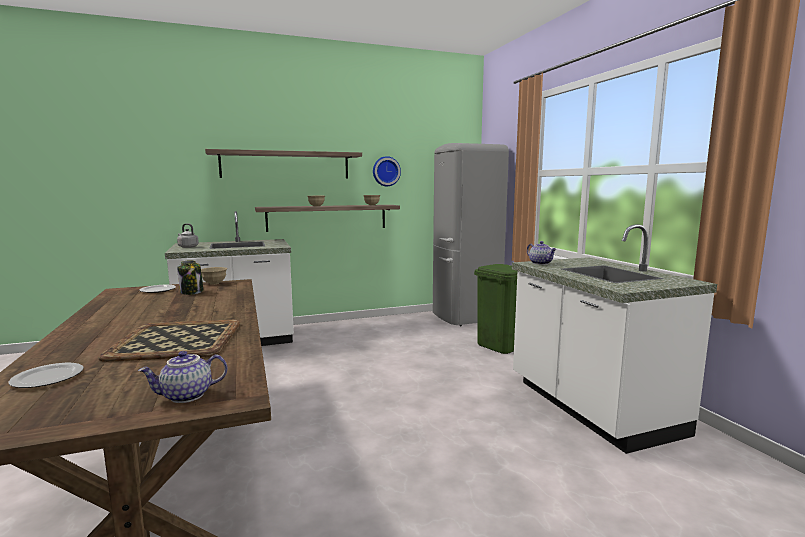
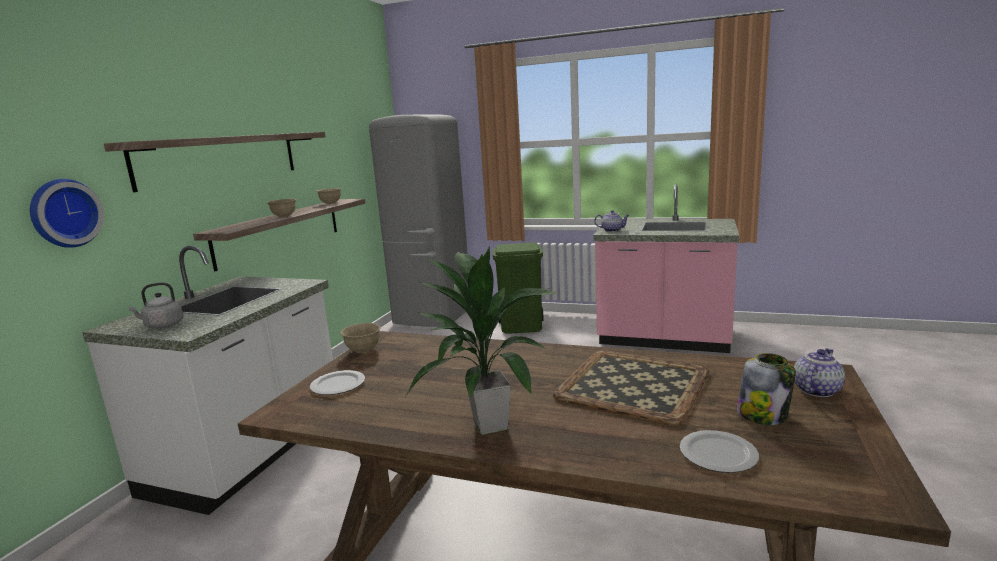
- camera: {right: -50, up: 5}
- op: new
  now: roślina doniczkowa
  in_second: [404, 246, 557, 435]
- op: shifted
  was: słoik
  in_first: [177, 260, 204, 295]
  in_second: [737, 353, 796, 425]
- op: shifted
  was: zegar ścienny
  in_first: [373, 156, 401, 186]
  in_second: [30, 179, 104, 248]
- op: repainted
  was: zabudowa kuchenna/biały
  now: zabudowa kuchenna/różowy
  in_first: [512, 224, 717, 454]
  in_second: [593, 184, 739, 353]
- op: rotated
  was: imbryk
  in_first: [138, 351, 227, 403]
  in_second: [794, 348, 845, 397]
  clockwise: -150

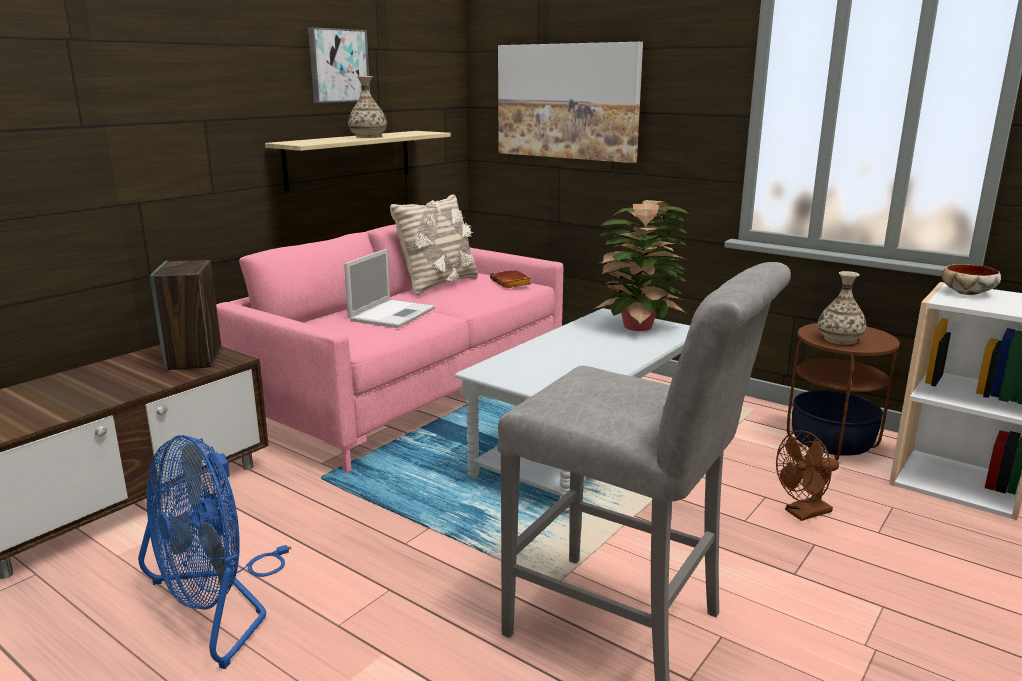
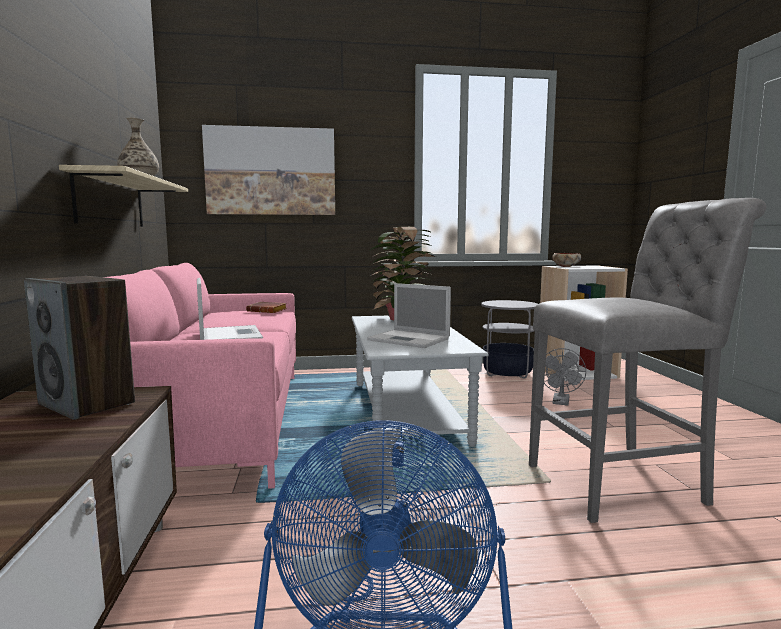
- camera: {right: -45, up: -10}
- op: gone
  was: obraz
  in_first: [308, 27, 370, 103]
- op: gone
  was: poduszka/beżowy
  in_first: [390, 195, 478, 295]
- op: gone
  was: wazon
  in_first: [818, 271, 866, 345]
- op: new
  now: laptop
  in_second: [367, 283, 451, 348]
- op: repainted
  was: wentylator/brązowy
  now: wentylator/szary
  in_first: [776, 430, 839, 521]
  in_second: [544, 348, 586, 406]
- op: repainted
  was: stolik/brązowy
  now: stolik/szary
  in_first: [787, 323, 900, 461]
  in_second: [481, 300, 538, 379]

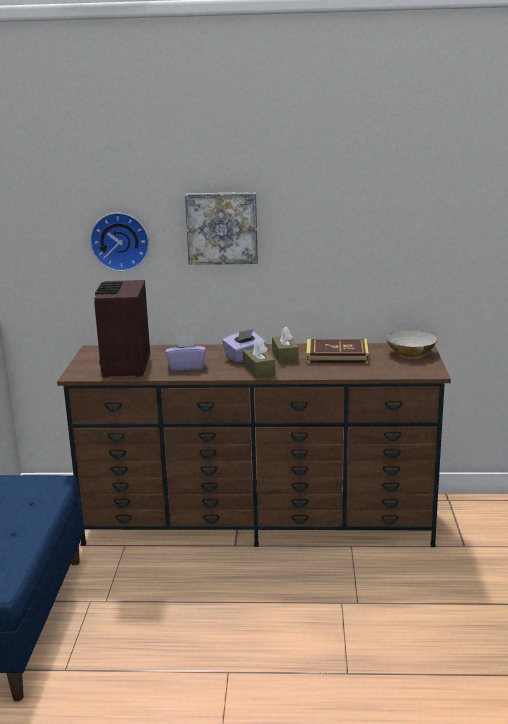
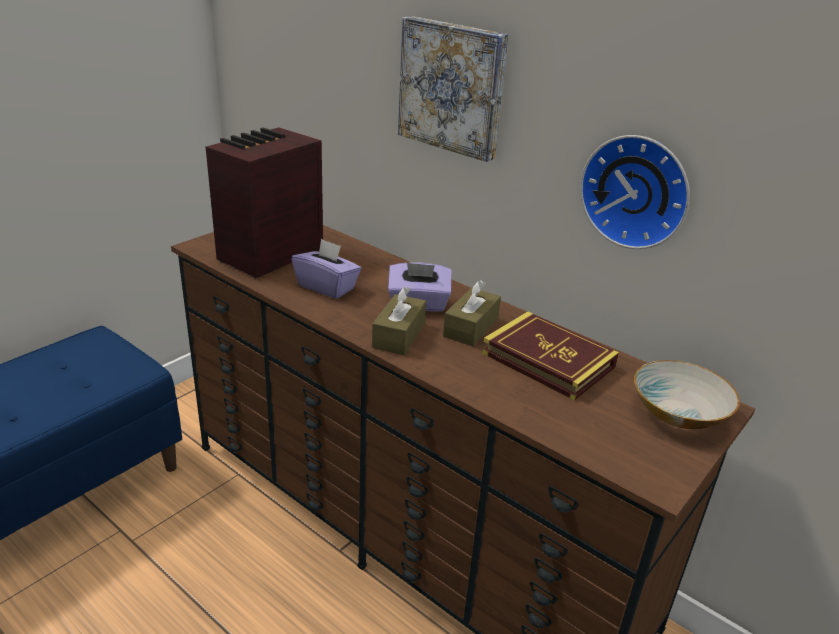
- camera: {right: 35, up: 10}
- op: shifted
  was: zegar ścienny
  in_first: [90, 213, 149, 272]
  in_second: [580, 135, 690, 249]

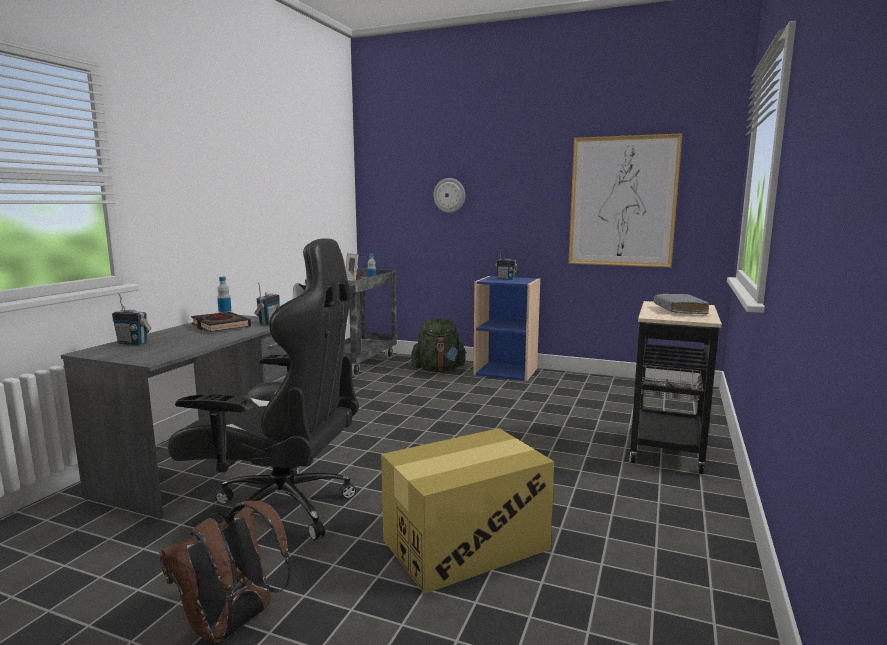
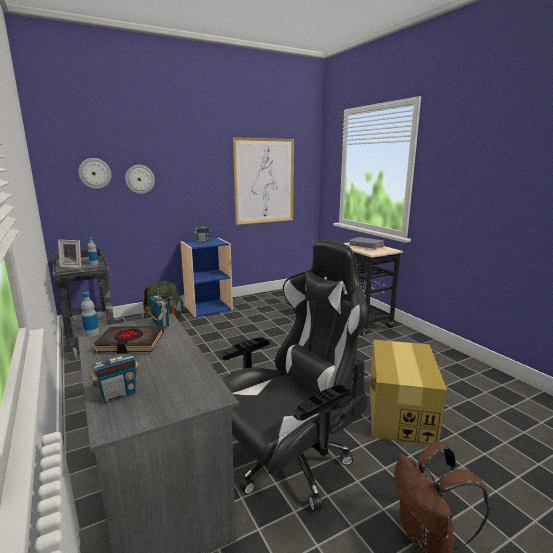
- camera: {right: -50, up: 5}
- op: new
  now: zegar ścienny
  in_second: [78, 158, 111, 189]

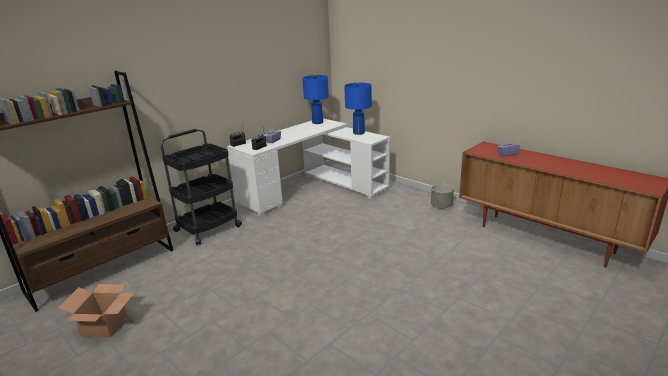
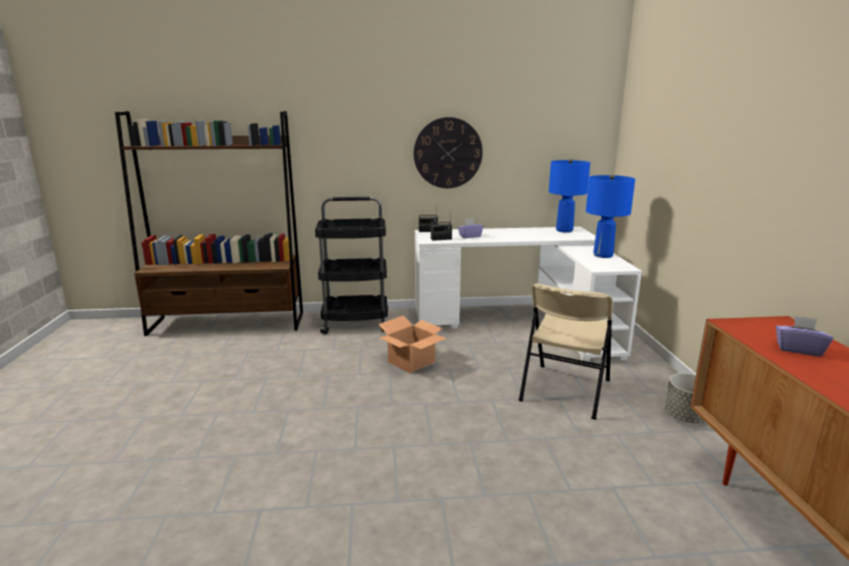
- camera: {right: 40, up: -5}
- op: new
  now: zegar ścienny
  in_second: [414, 117, 483, 188]
- op: new
  now: krzesło/beżowy
  in_second: [518, 284, 613, 420]
- op: shifted
  was: karton
  in_first: [58, 284, 135, 338]
  in_second: [378, 315, 447, 373]

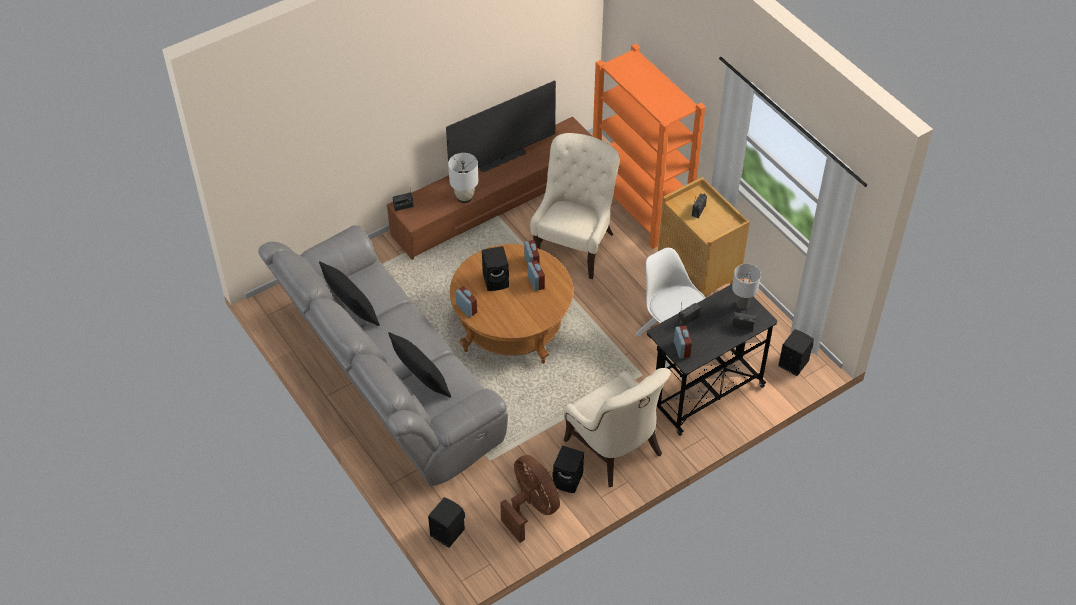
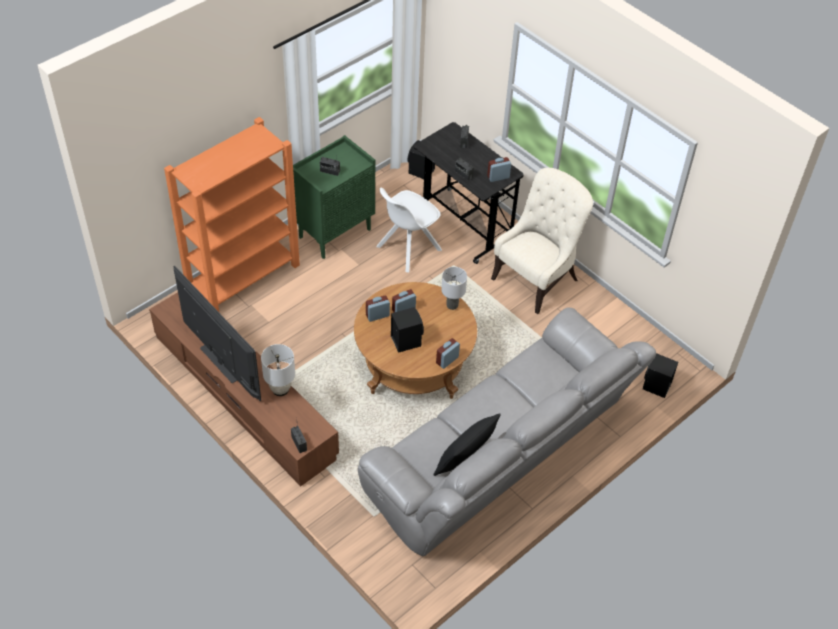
- camera: {right: -100, up: 0}
- op: gone
  was: poduszka/czarny
  in_first: [388, 332, 451, 398]
- op: gone
  was: wentylator/brązowy
  in_first: [500, 455, 560, 543]
- op: gone
  was: fotel/beżowy
  in_first: [530, 133, 620, 279]
- op: gone
  was: głośnik/czarny
  in_first: [553, 445, 584, 493]
- op: shifted
  was: lampa stołowa/biały
  in_first: [732, 263, 761, 309]
  in_second: [441, 267, 467, 310]
- op: repainted
  was: szafka/brązowy
  now: szafka/zielony
  in_first: [658, 177, 750, 298]
  in_second: [293, 135, 375, 259]

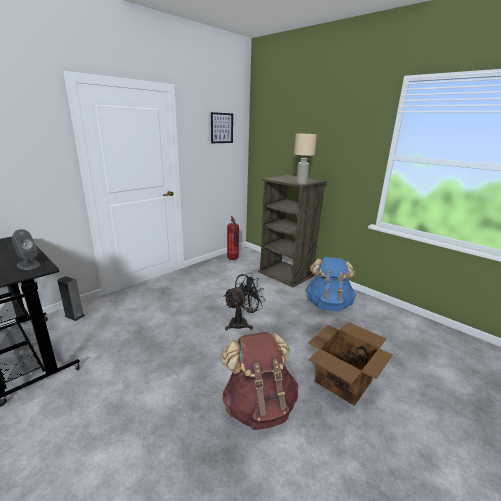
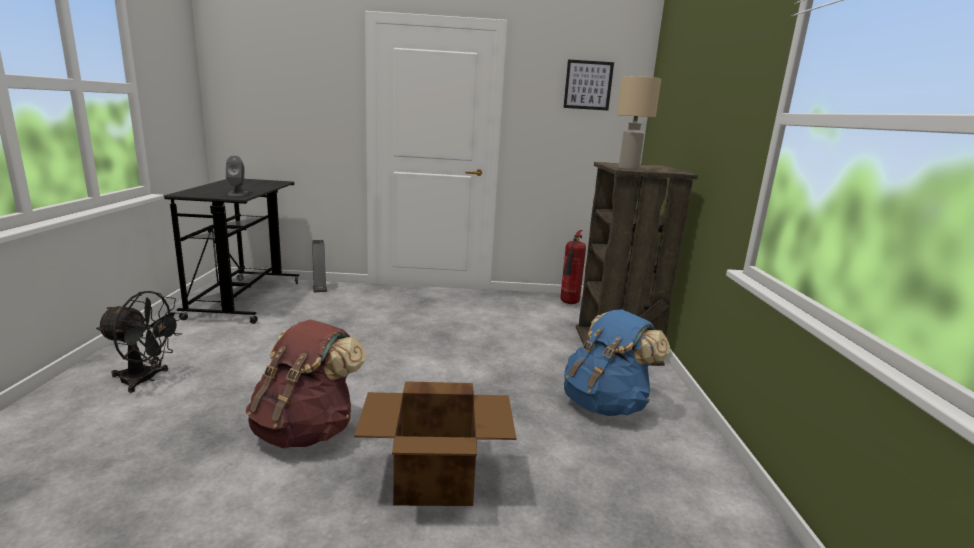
- camera: {right: 45, up: -5}
- op: shifted
  was: wentylator/czarny
  in_first: [224, 273, 266, 331]
  in_second: [96, 291, 184, 393]

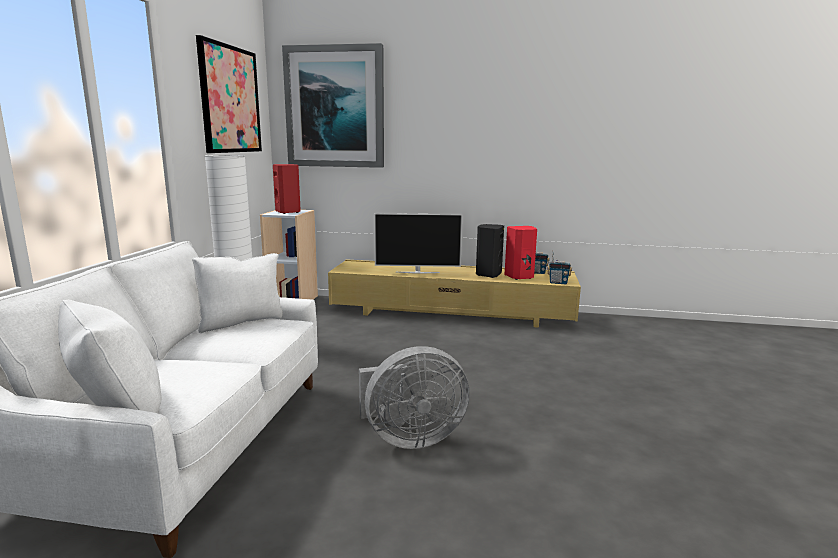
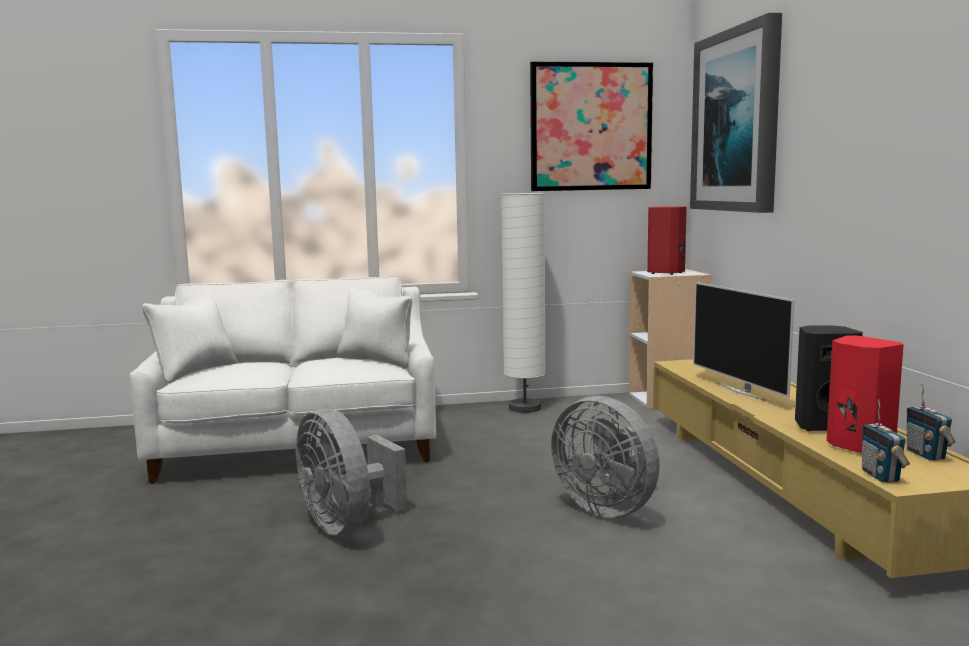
- camera: {right: 70, up: -5}
- op: new
  now: wentylator/szary
  in_second: [551, 396, 660, 518]

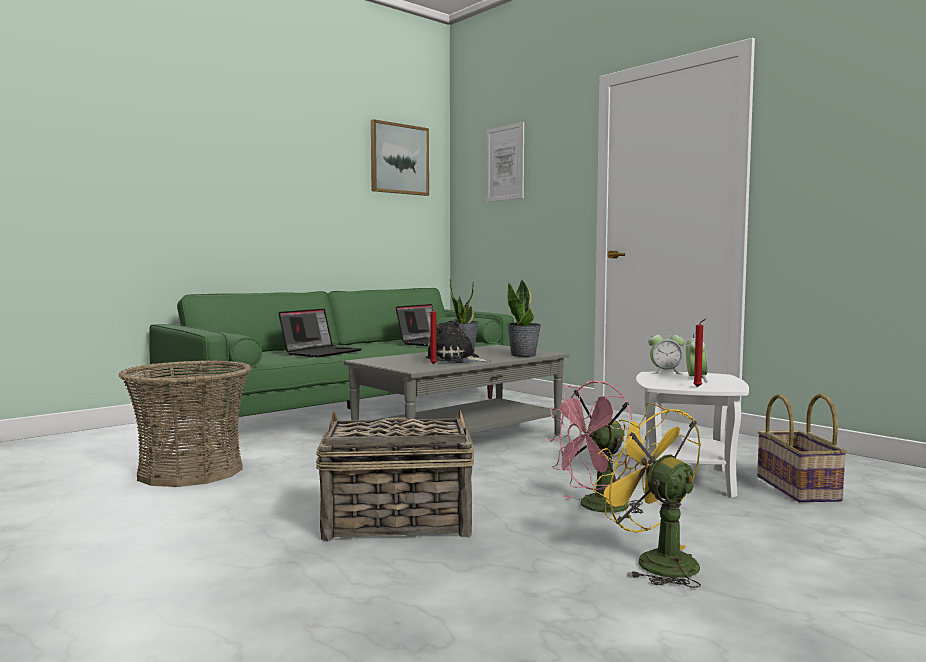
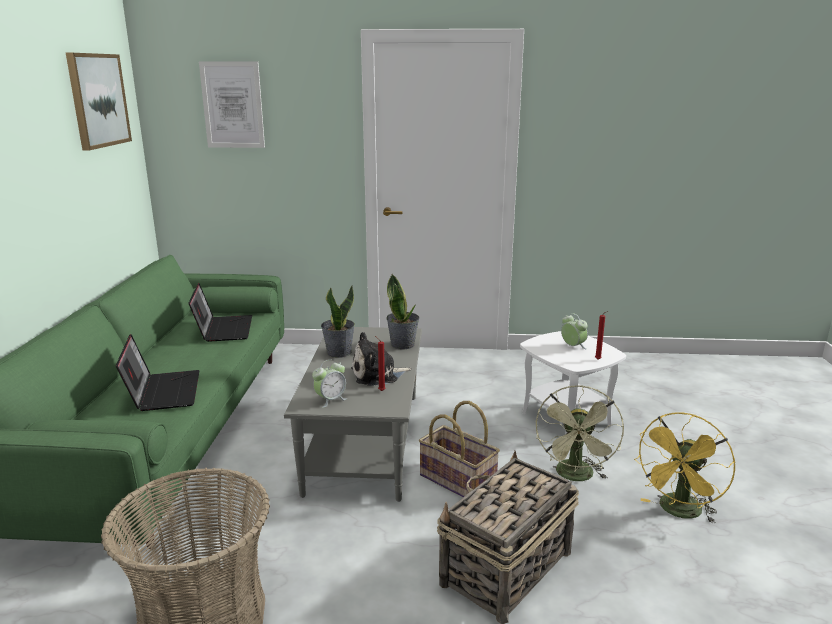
- camera: {right: -45, up: 15}
- op: shifted
  was: budzik
  in_first: [648, 329, 685, 374]
  in_second: [312, 360, 347, 408]
- op: shifted
  was: koszyk
  in_first: [757, 393, 847, 502]
  in_second: [419, 401, 500, 497]
- op: repainted
  was: wentylator/różowy
  now: wentylator/zielony
  in_first: [546, 380, 643, 519]
  in_second: [536, 385, 624, 481]
- op: rotated
  was: wentylator/żółty
  in_first: [593, 403, 701, 588]
  in_second: [634, 412, 735, 524]
  clockwise: -60

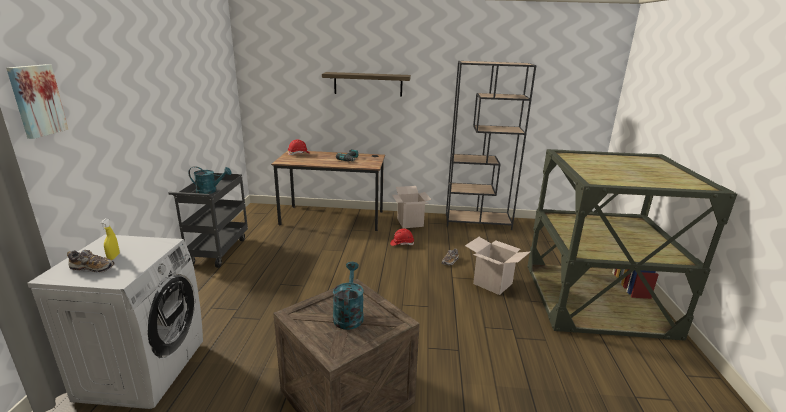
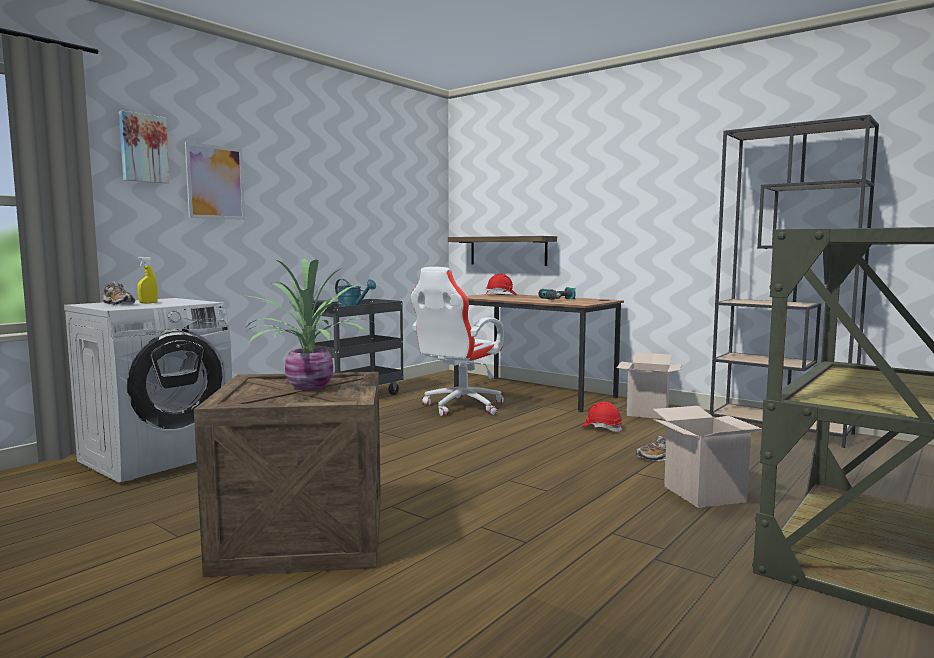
- camera: {right: 35, up: -15}
- op: new
  now: obraz
  in_second: [185, 142, 245, 220]
- op: new
  now: krzesło biurowe/biały
  in_second: [411, 267, 504, 416]
- op: shifted
  was: półka
  in_first: [322, 72, 411, 96]
  in_second: [448, 236, 557, 266]
- op: swapped
  was: konewka/turkusowy
  now: roślina doniczkowa
  in_first: [333, 262, 364, 330]
  in_second: [240, 259, 373, 390]

